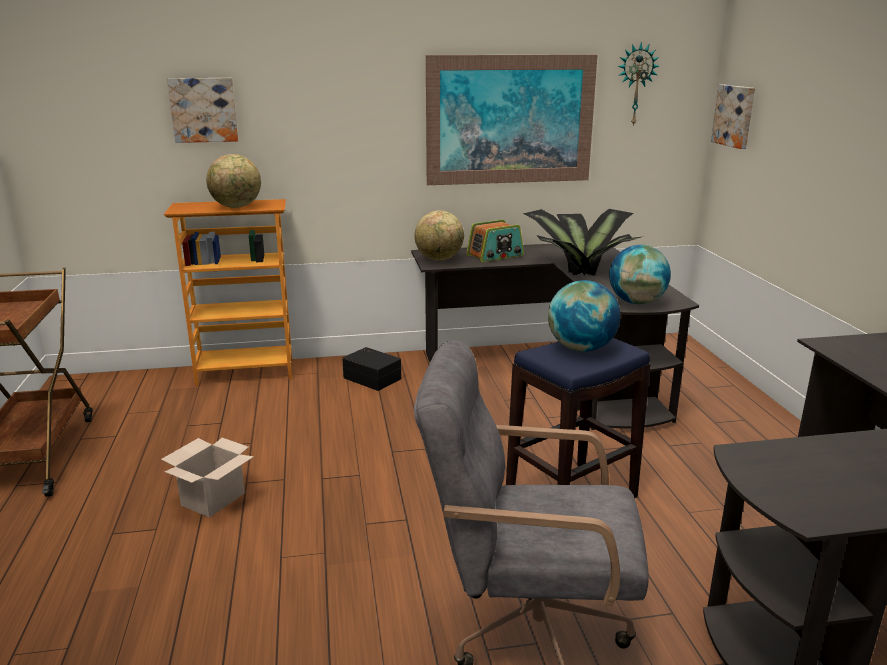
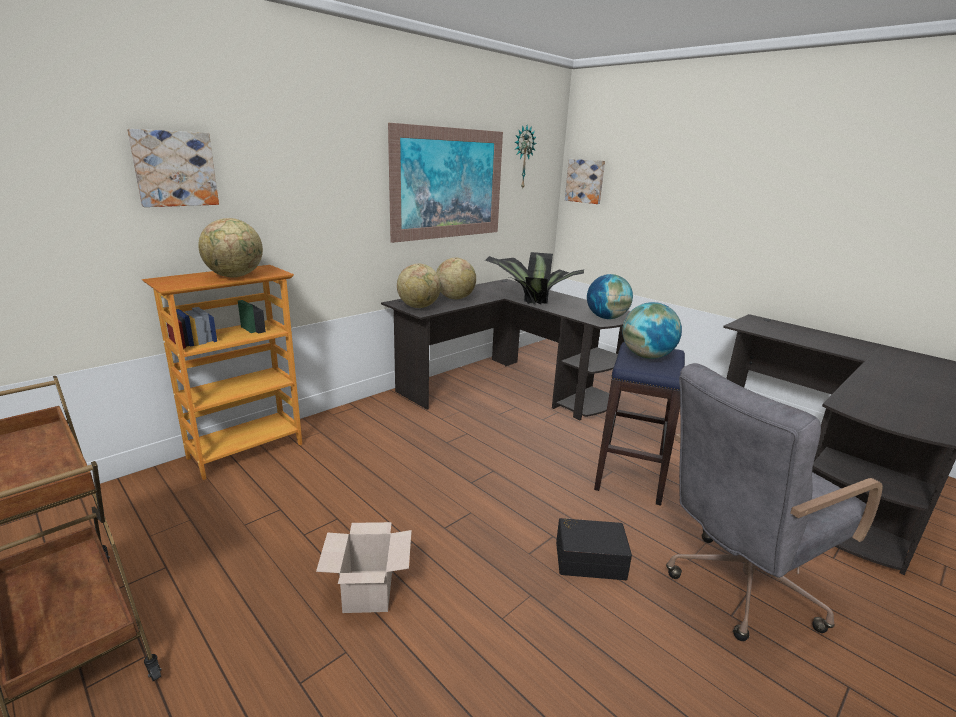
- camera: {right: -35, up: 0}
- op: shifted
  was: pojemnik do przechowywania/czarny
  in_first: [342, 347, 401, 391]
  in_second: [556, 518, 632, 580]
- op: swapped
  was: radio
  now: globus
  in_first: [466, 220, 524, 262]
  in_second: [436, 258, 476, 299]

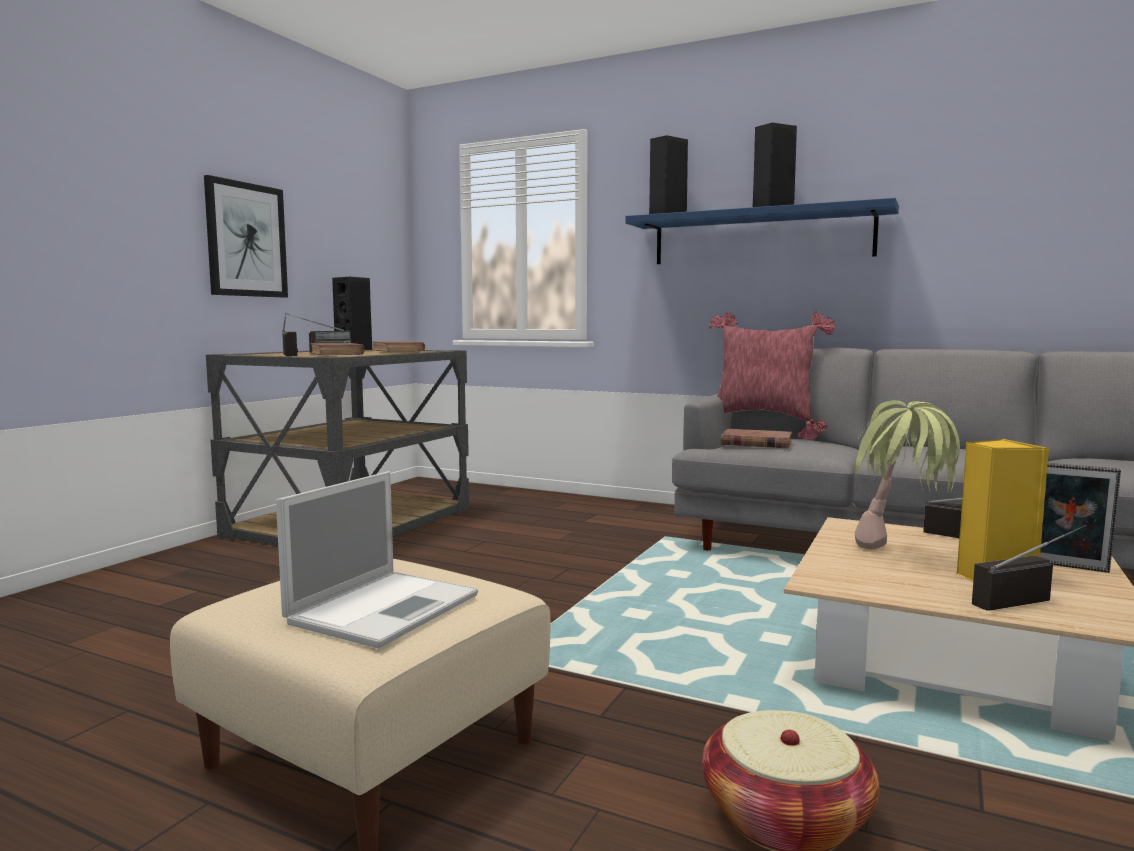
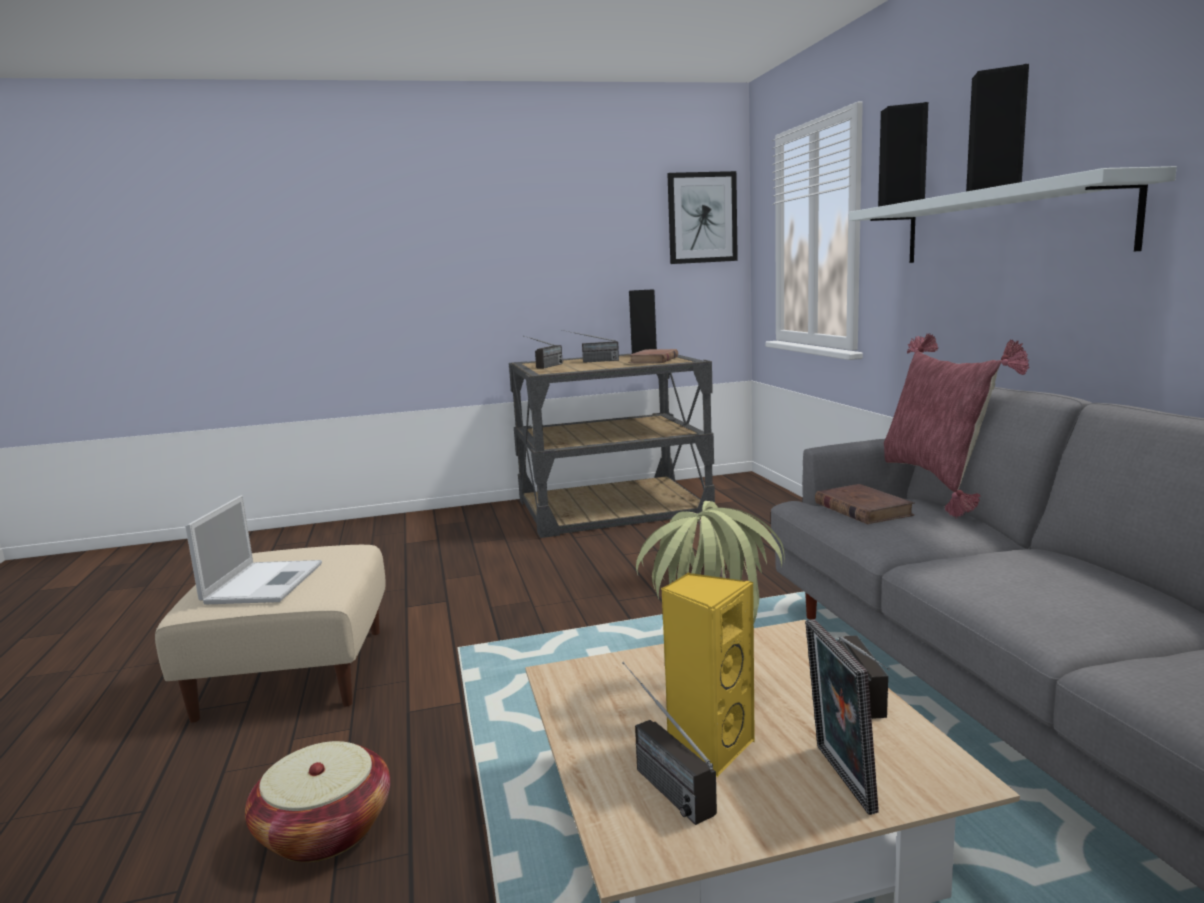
- camera: {right: 50, up: 5}
- op: gone
  was: książka/brązowy
  in_first: [310, 343, 365, 355]
- op: shifted
  was: obraz
  in_first: [204, 175, 288, 298]
  in_second: [667, 171, 738, 264]
- op: repainted
  was: półka/niebieski
  now: półka/biały
  in_first: [625, 198, 899, 264]
  in_second: [849, 166, 1177, 263]
- op: rotated
  was: laptop
  in_first: [276, 471, 478, 648]
  in_second: [185, 495, 322, 605]
  clockwise: -75
- op: rotated
  was: radio
  in_first: [972, 525, 1087, 611]
  in_second: [622, 662, 717, 825]
  clockwise: -150

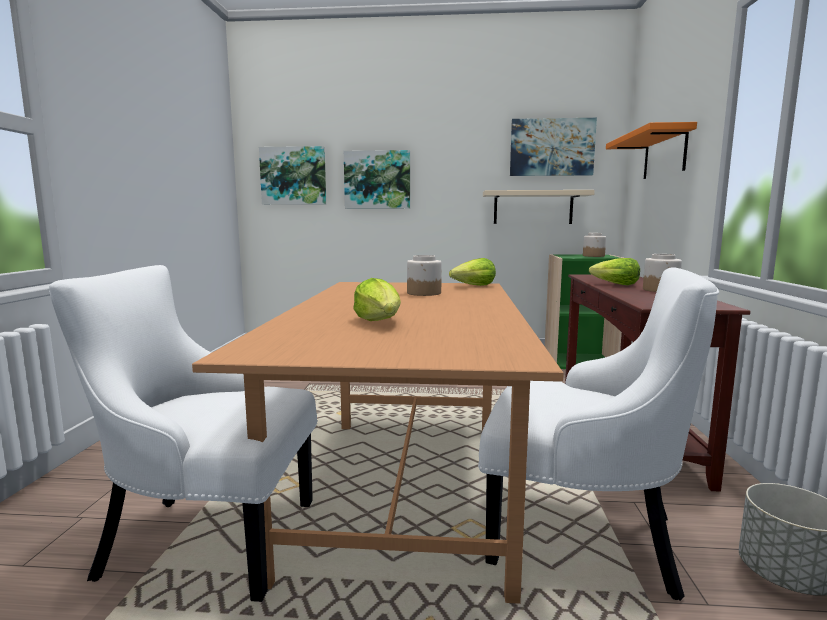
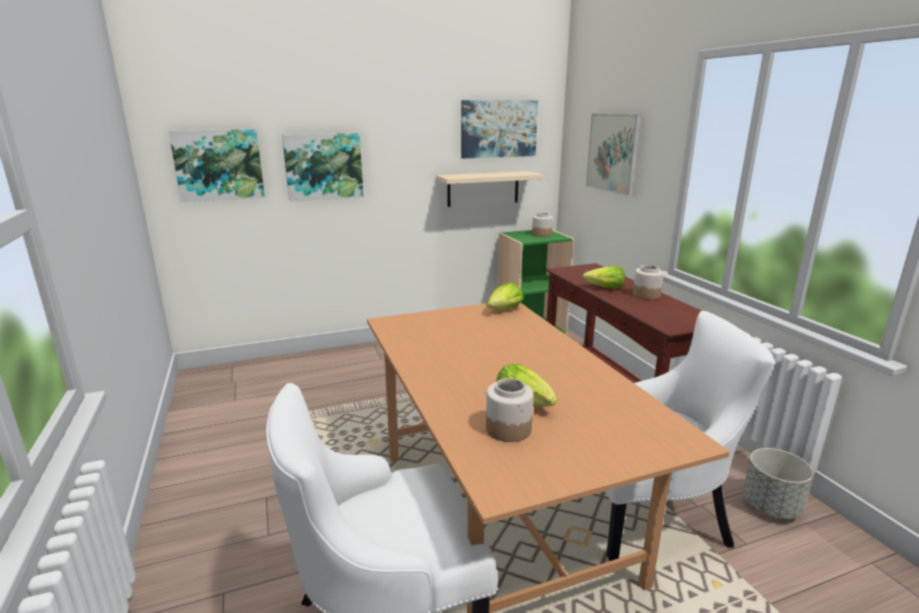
- camera: {right: -25, up: 10}
- op: shifted
  was: słoik
  in_first: [407, 255, 442, 296]
  in_second: [486, 378, 533, 442]
- op: swapped
  was: półka/pomarańczowy
  now: obraz
  in_first: [606, 122, 697, 179]
  in_second: [586, 113, 641, 196]

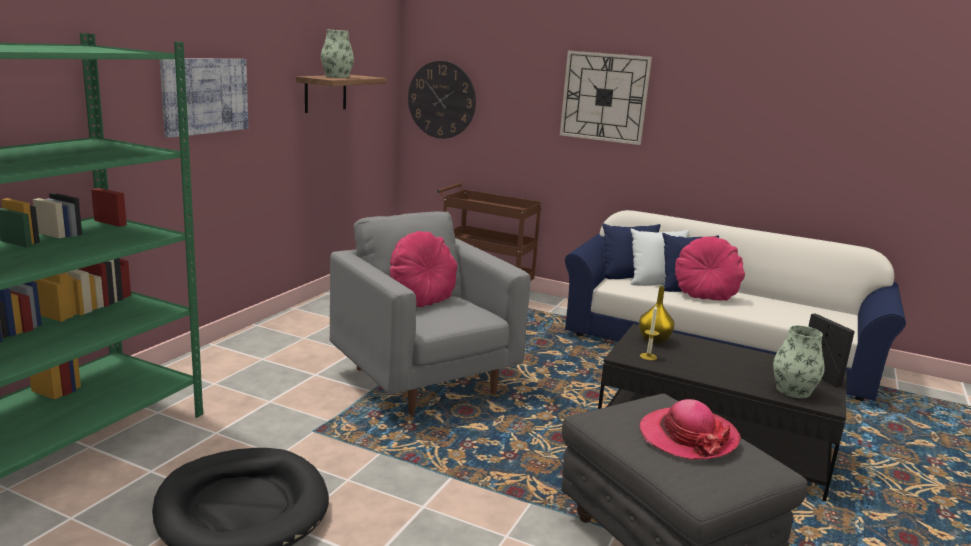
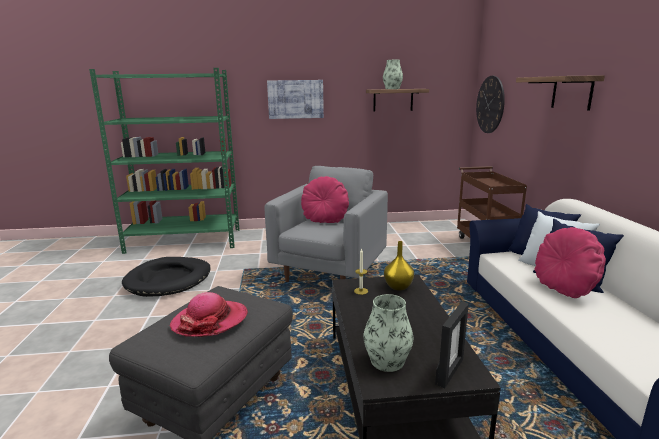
- camera: {right: 60, up: 0}
- op: swapped
  was: zegar ścienny
  now: półka
  in_first: [560, 51, 652, 145]
  in_second: [516, 75, 605, 111]

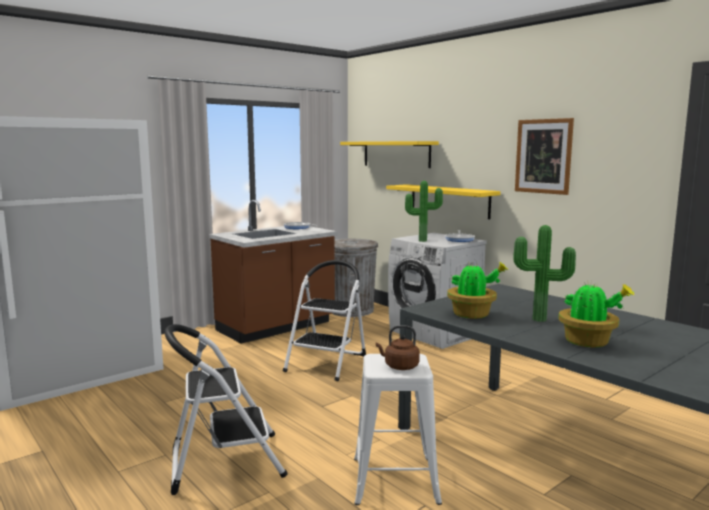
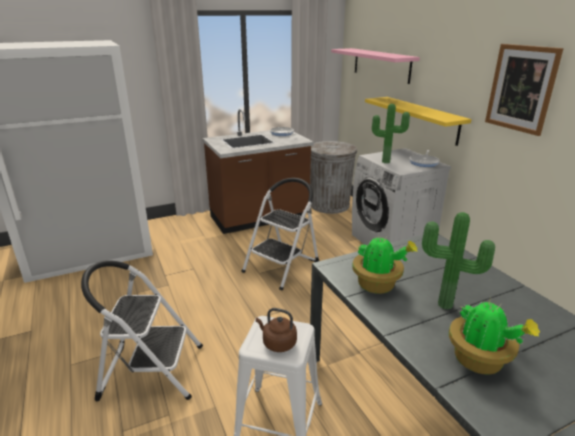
- camera: {right: 15, up: 15}
- op: repainted
  was: półka/żółty
  now: półka/różowy
  in_first: [340, 141, 439, 168]
  in_second: [331, 48, 420, 84]

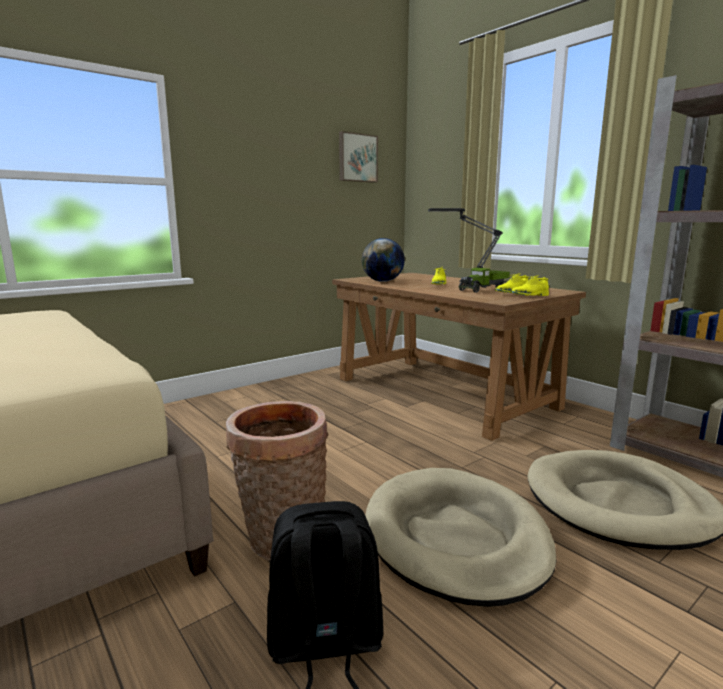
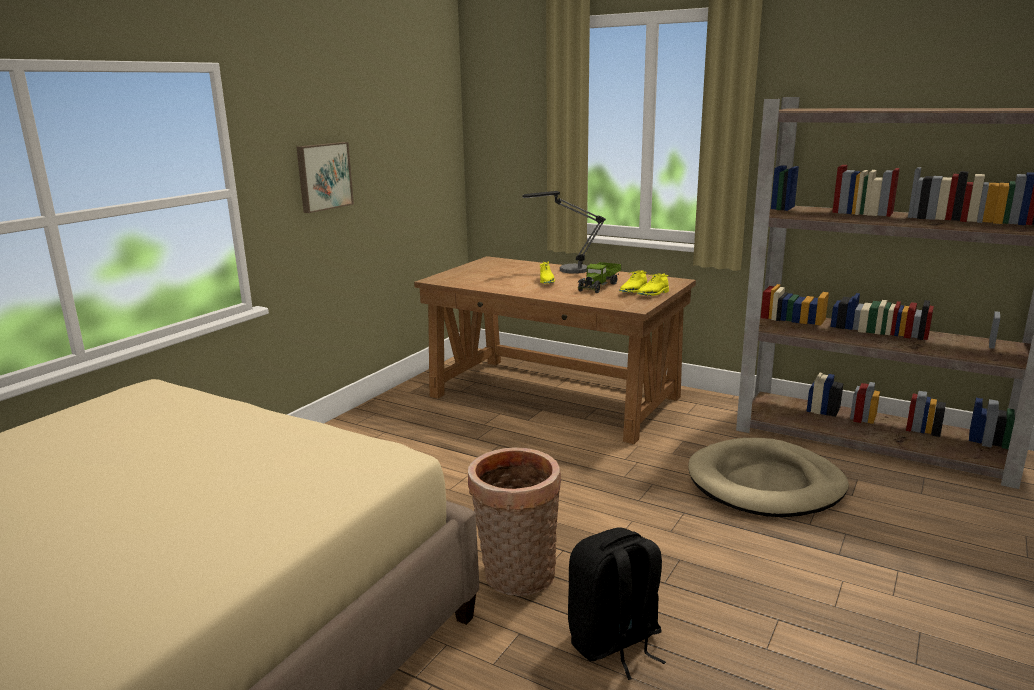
- camera: {right: -20, up: 5}
- op: gone
  was: globus
  in_first: [362, 238, 405, 282]
- op: gone
  was: legowisko/beżowy
  in_first: [365, 468, 557, 607]
- op: shifted
  was: obraz
  in_first: [339, 131, 378, 183]
  in_second: [296, 142, 354, 213]

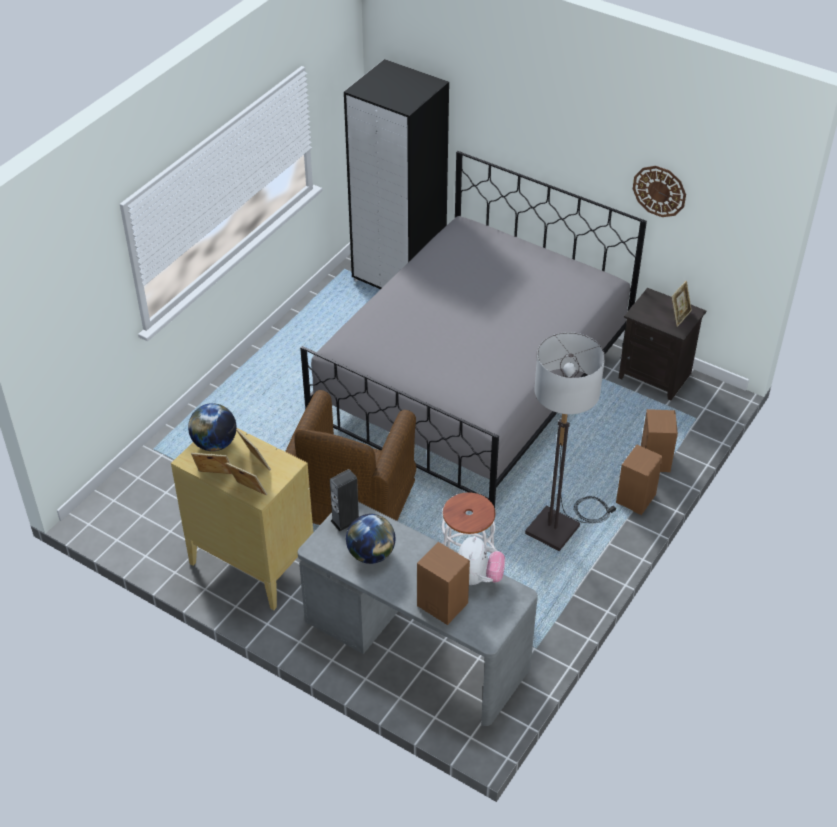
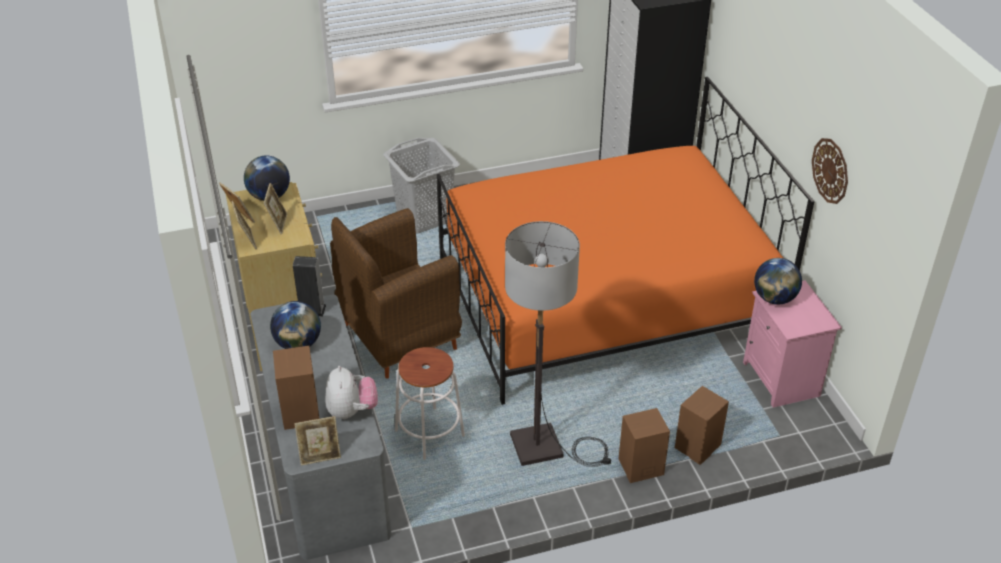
- camera: {right: 40, up: -5}
- op: new
  now: kosz na pranie/szary
  in_second: [383, 138, 460, 233]
- op: new
  now: globus
  in_second: [754, 258, 802, 305]
- op: shifted
  was: ramka na zdjęcie
  in_first: [671, 281, 692, 327]
  in_second: [294, 416, 341, 466]
- op: repainted
  was: łóżko/szary
  now: łóżko/pomarańczowy
  in_first: [300, 151, 647, 508]
  in_second: [436, 77, 814, 405]
- op: repainted
  was: szafka nocna/czarny
  now: szafka nocna/różowy
  in_first: [619, 288, 706, 400]
  in_second: [743, 280, 842, 408]
- op: rotated
  was: pluszak
  in_first: [458, 536, 505, 585]
  in_second: [325, 366, 378, 419]
  clockwise: -60

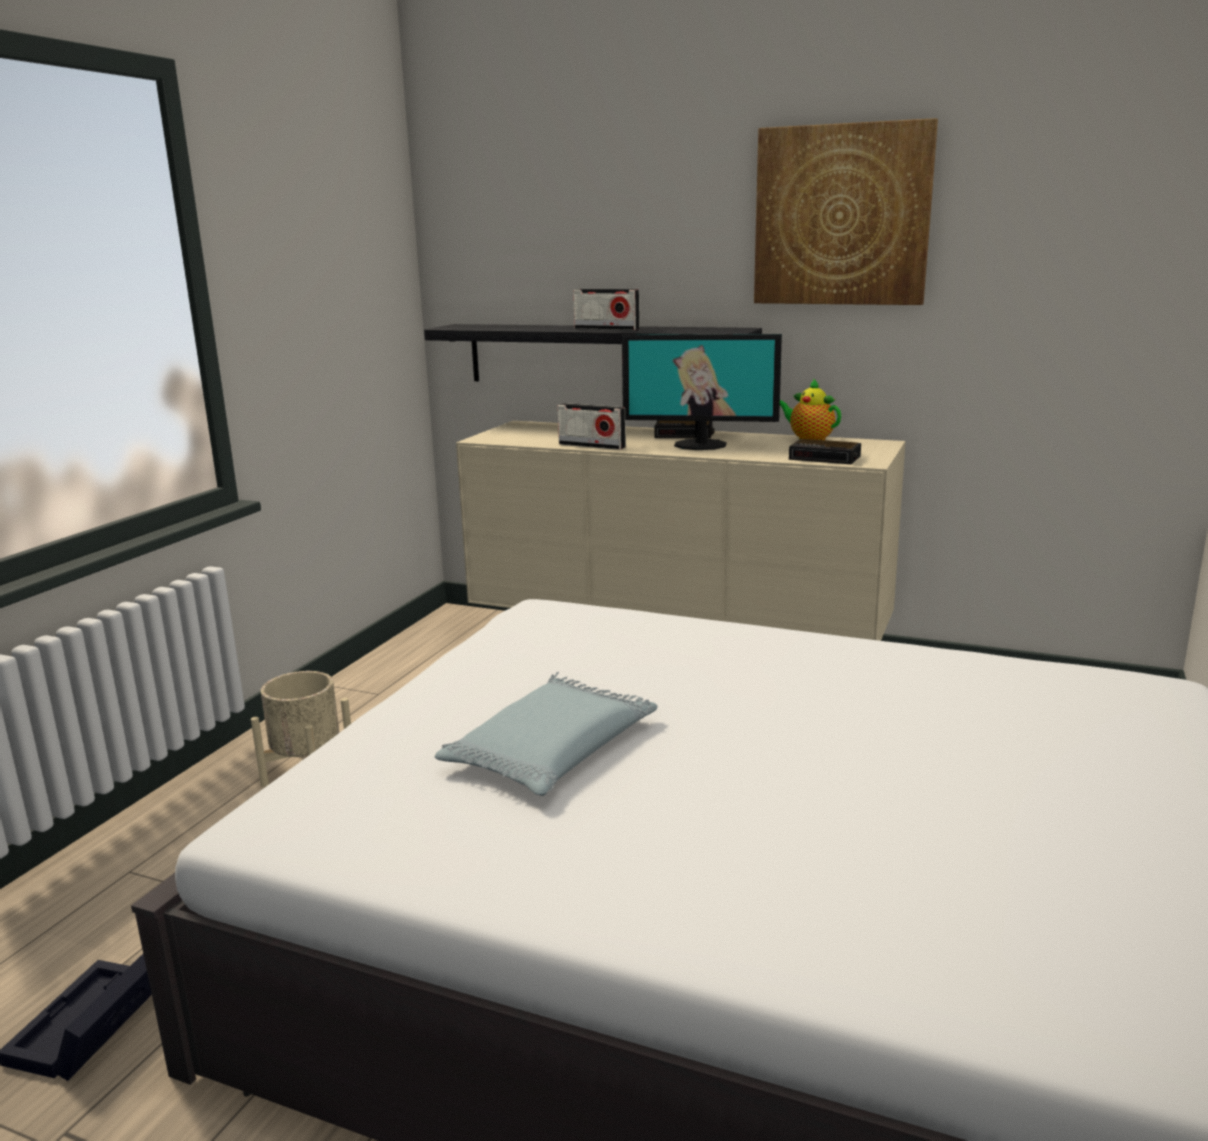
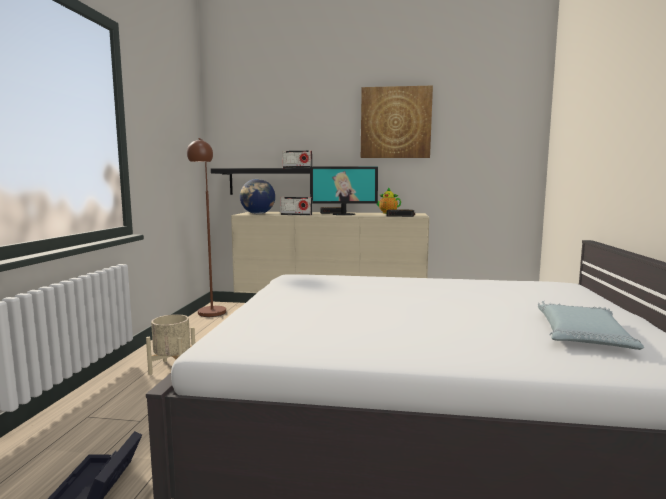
- camera: {right: -15, up: -10}
- op: new
  now: lampa stojąca/brązowy
  in_second: [187, 138, 226, 317]
- op: new
  now: globus
  in_second: [240, 179, 275, 214]
- op: shifted
  was: poduszka/niebieski
  in_first: [435, 672, 658, 796]
  in_second: [538, 301, 644, 350]

